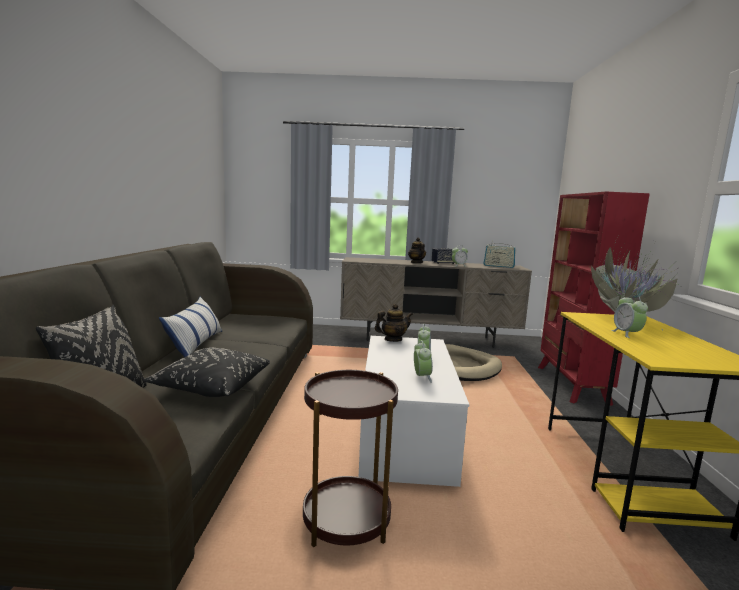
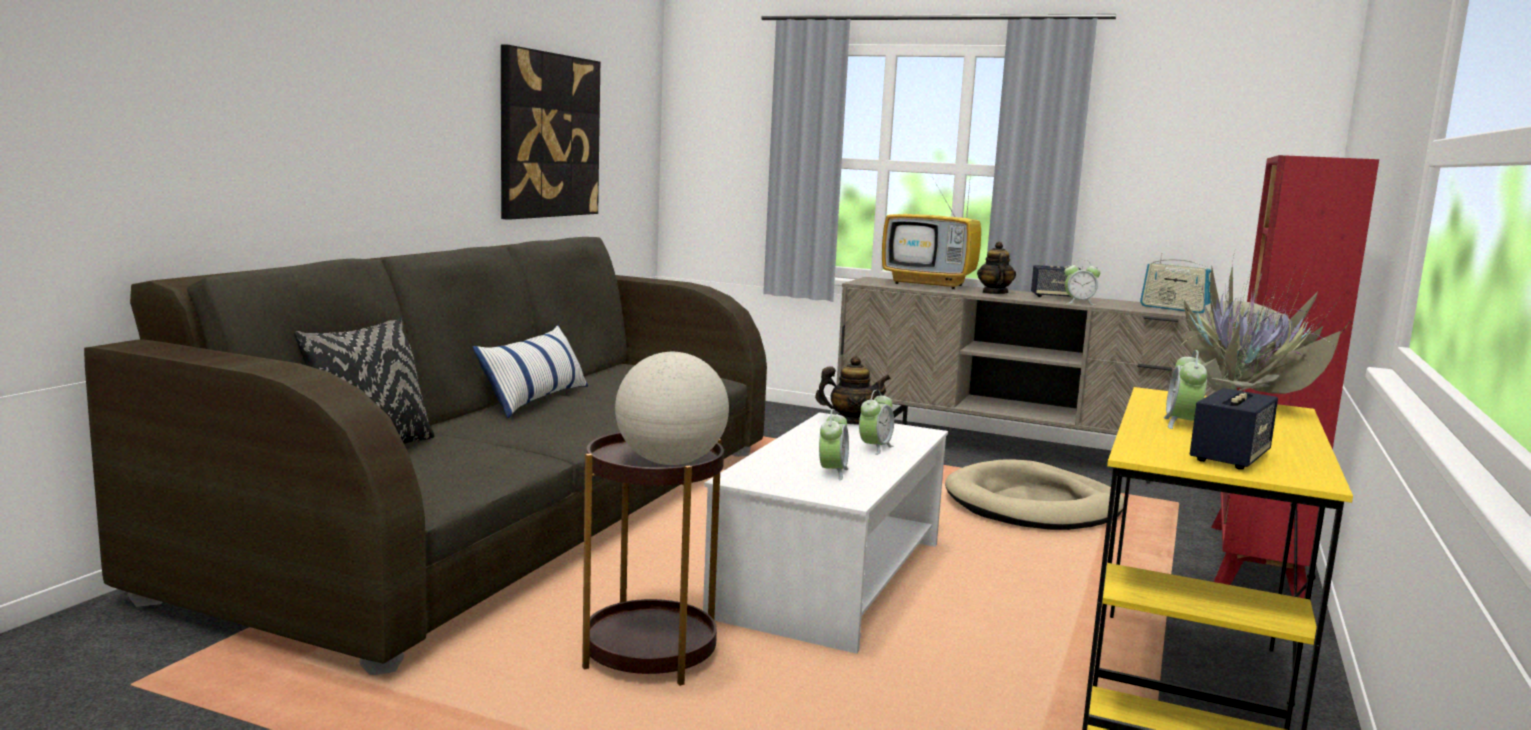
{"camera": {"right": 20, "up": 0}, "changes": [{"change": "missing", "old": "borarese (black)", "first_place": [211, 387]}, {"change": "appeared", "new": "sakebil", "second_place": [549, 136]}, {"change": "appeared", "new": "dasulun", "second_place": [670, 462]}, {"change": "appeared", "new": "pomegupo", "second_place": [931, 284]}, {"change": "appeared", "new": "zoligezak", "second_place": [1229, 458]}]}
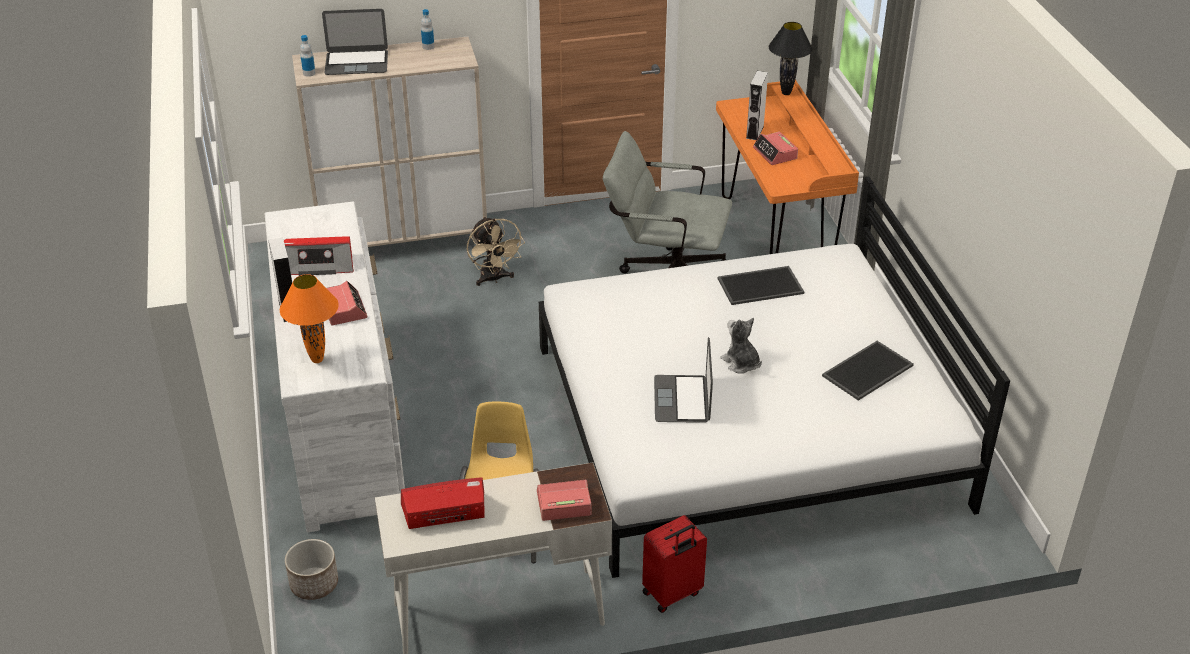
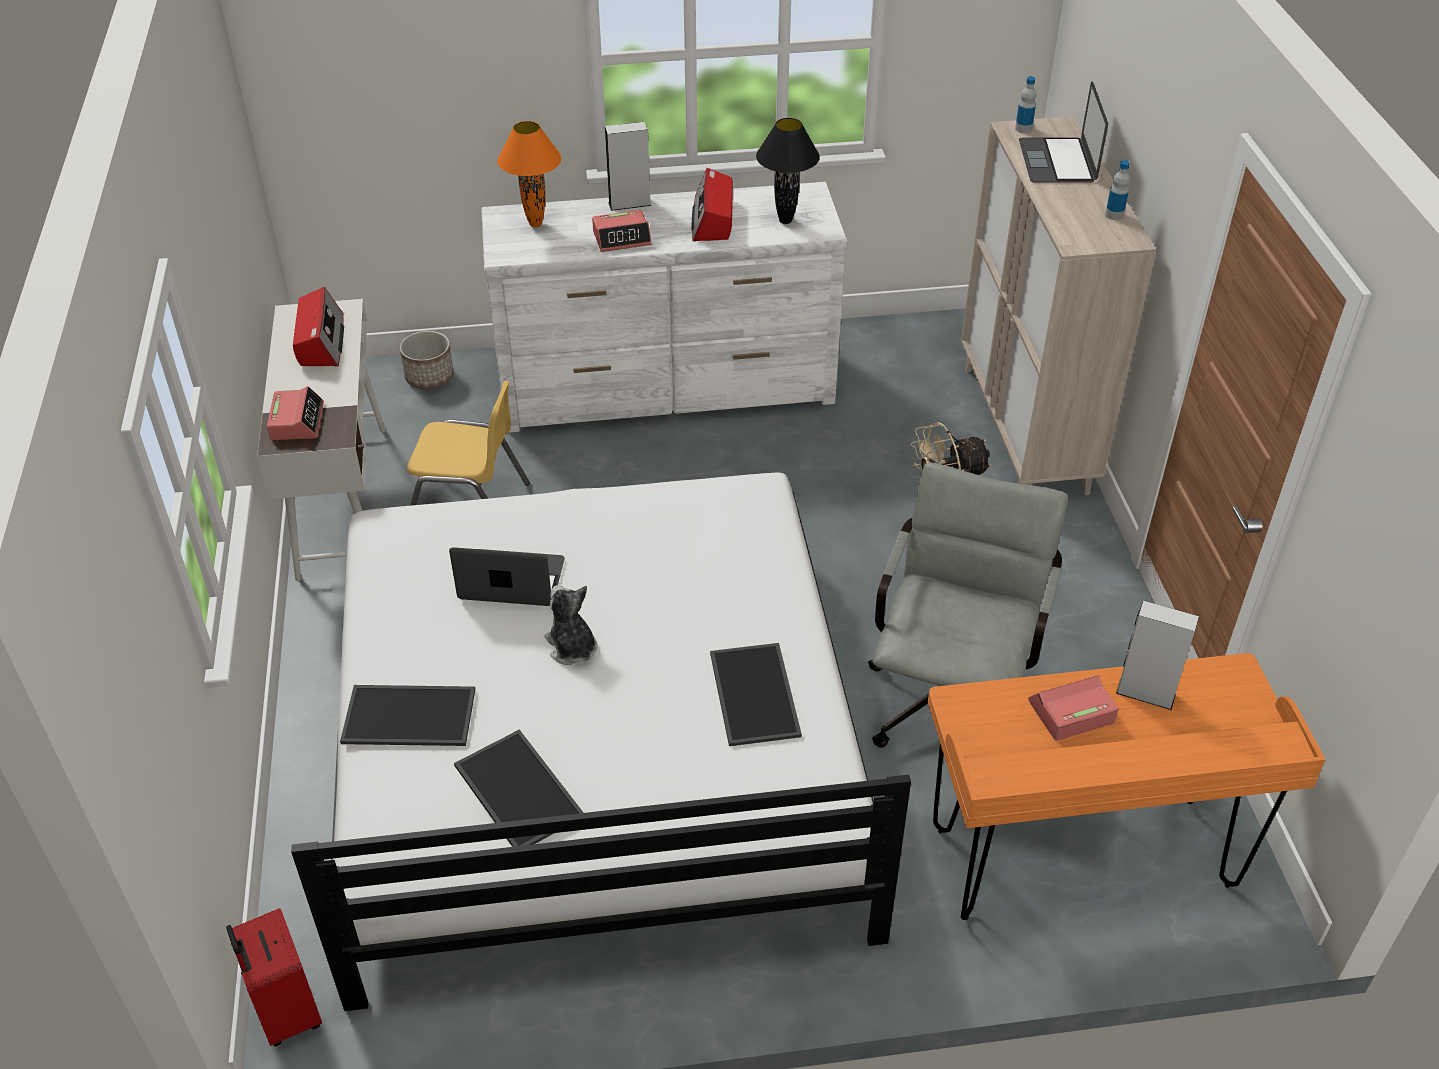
{"camera": {"right": 95, "up": 5}, "changes": [{"change": "appeared", "new": "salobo", "second_place": [410, 714]}, {"change": "relocated", "old": "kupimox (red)", "first_place": [672, 594], "second_place": [286, 1012]}, {"change": "relocated", "old": "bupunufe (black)", "first_place": [786, 93], "second_place": [785, 221]}, {"change": "spun", "old": "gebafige", "first_place": [741, 363], "second_place": [572, 647], "degrees": -90}]}
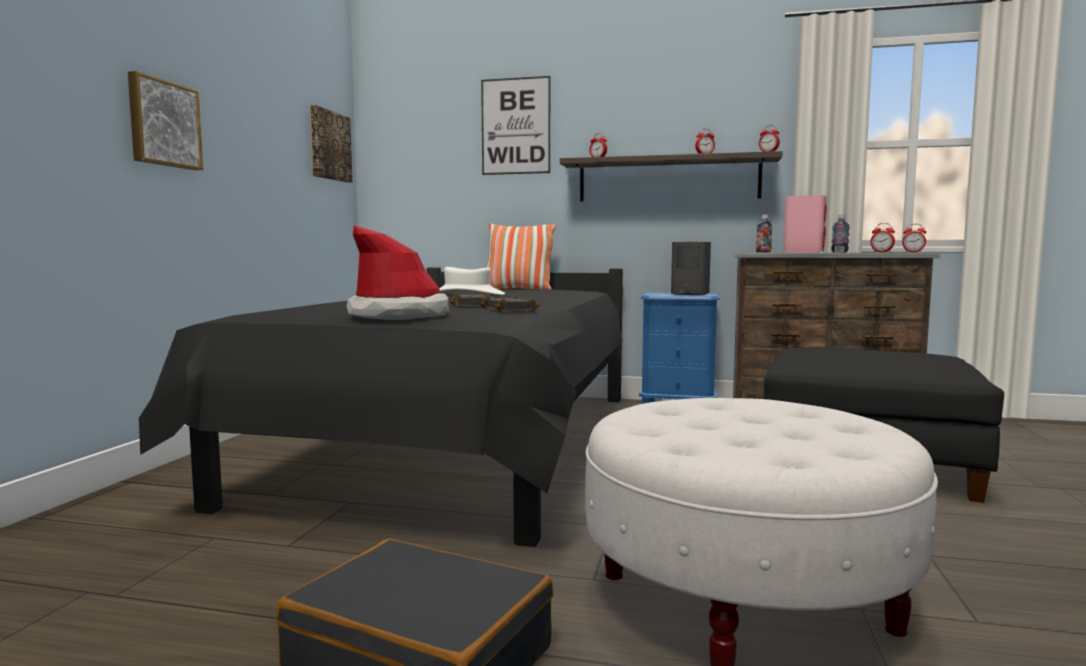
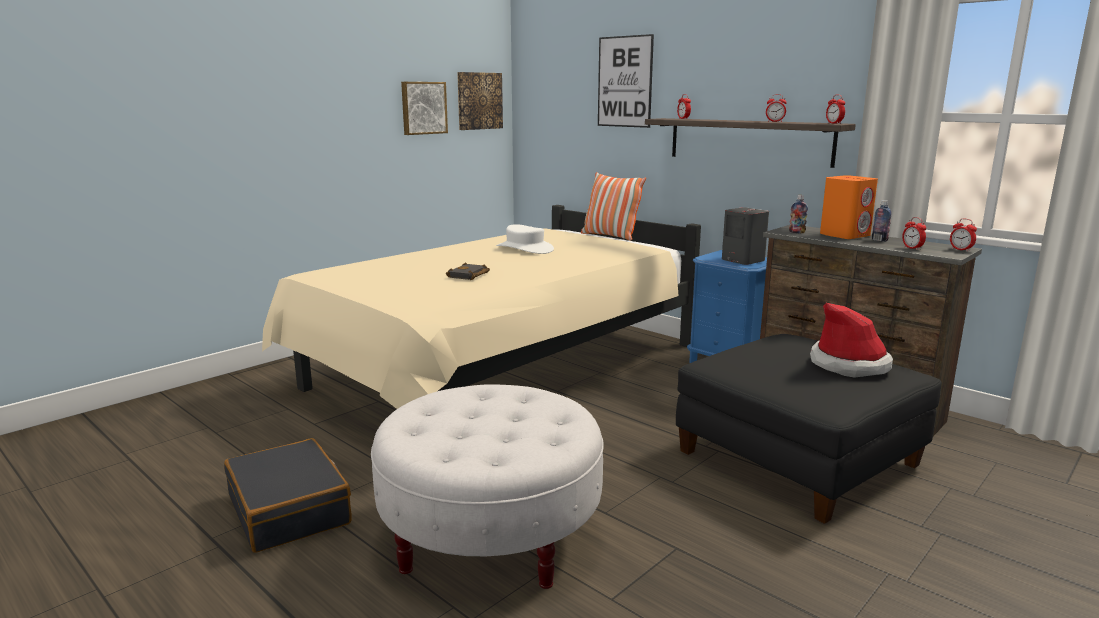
{"camera": {"right": 30, "up": 10}, "changes": [{"change": "missing", "old": "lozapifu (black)", "first_place": [511, 310]}, {"change": "relocated", "old": "sakebil", "first_place": [163, 124], "second_place": [423, 108]}, {"change": "relocated", "old": "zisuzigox", "first_place": [399, 316], "second_place": [849, 364]}, {"change": "colour", "old": "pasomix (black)", "new": "pasomix (beige)", "first_place": [459, 446], "second_place": [499, 369]}, {"change": "colour", "old": "zoligezak (pink)", "new": "zoligezak (orange)", "first_place": [803, 252], "second_place": [845, 235]}]}
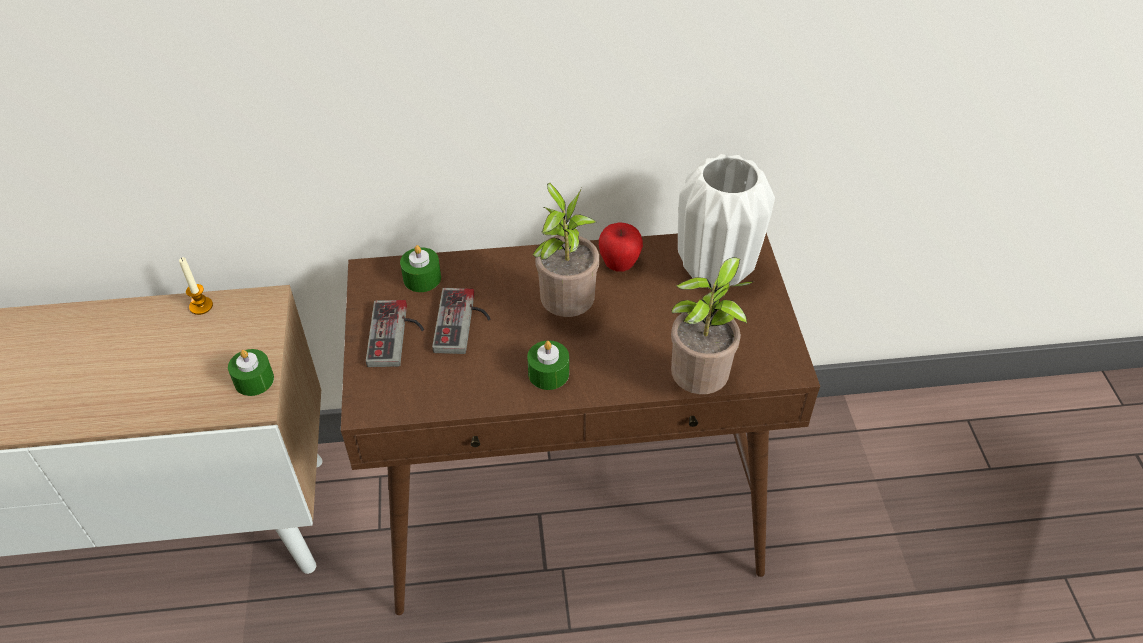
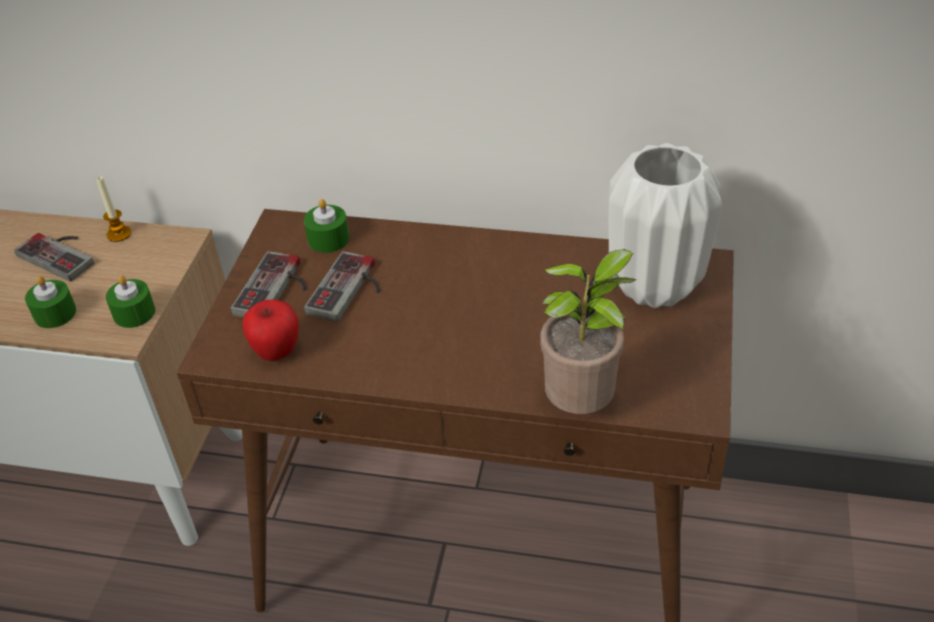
{"camera": {"right": 20, "up": -5}, "changes": [{"change": "missing", "old": "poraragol", "first_place": [566, 310]}, {"change": "appeared", "new": "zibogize", "second_place": [62, 254]}, {"change": "relocated", "old": "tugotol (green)", "first_place": [548, 373], "second_place": [55, 313]}, {"change": "relocated", "old": "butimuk", "first_place": [619, 264], "second_place": [277, 352]}]}
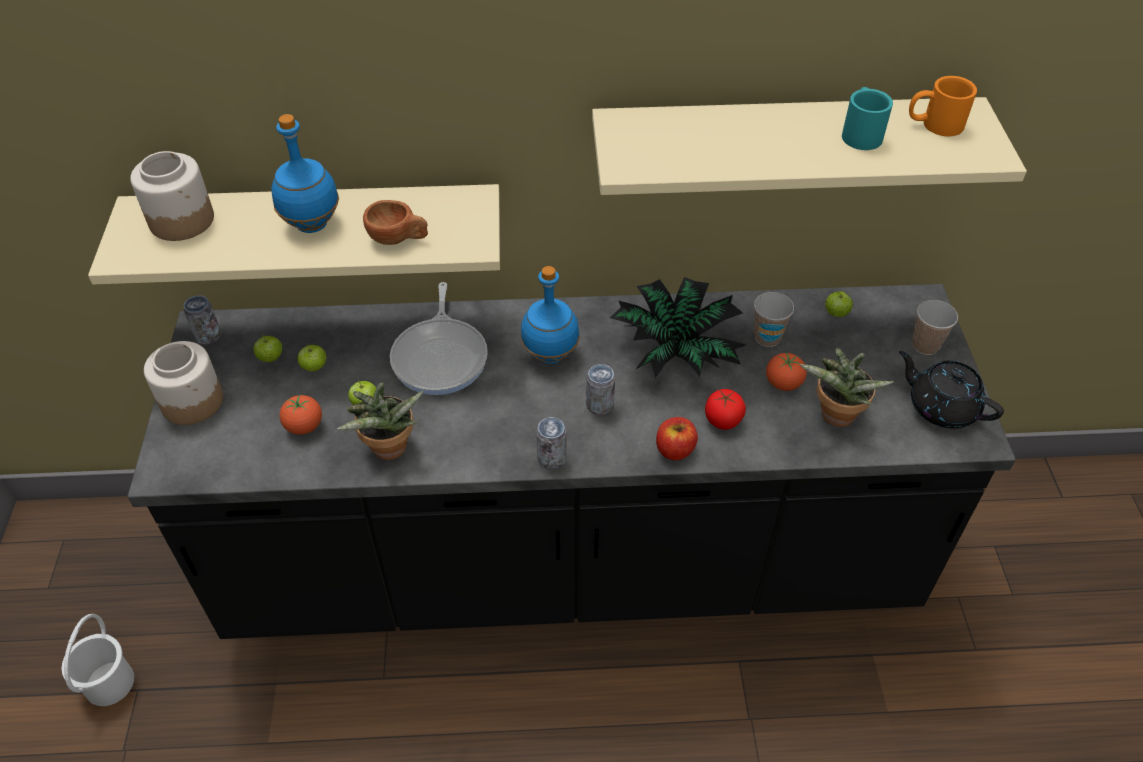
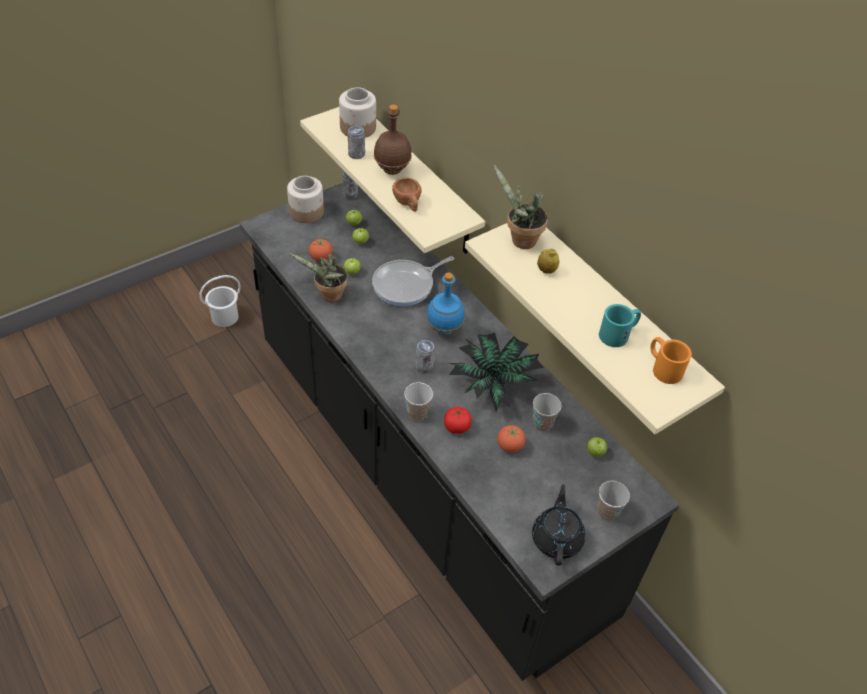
{"camera": {"right": 55, "up": 0}, "changes": [{"change": "appeared", "new": "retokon", "second_place": [546, 270]}, {"change": "relocated", "old": "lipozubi", "first_place": [551, 458], "second_place": [356, 154]}, {"change": "relocated", "old": "poraragol", "first_place": [835, 417], "second_place": [519, 240]}, {"change": "exchanged", "old": "butimuk", "new": "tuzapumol", "first_place": [675, 450], "second_place": [417, 413]}, {"change": "colour", "old": "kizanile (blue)", "new": "kizanile (brown)", "first_place": [313, 224], "second_place": [392, 170]}]}
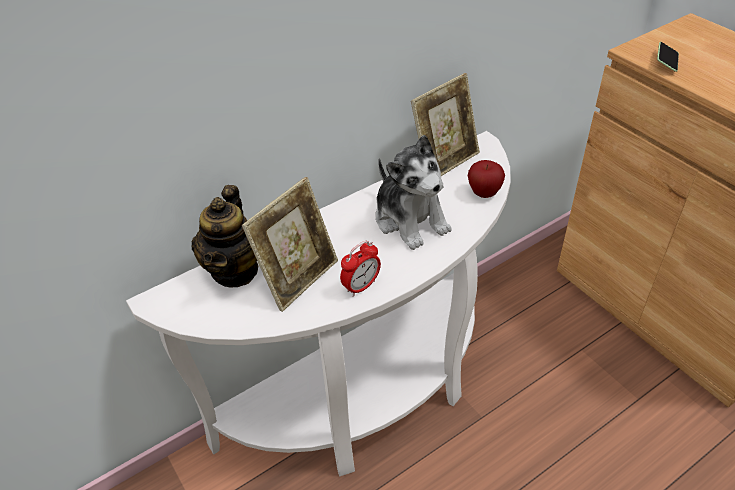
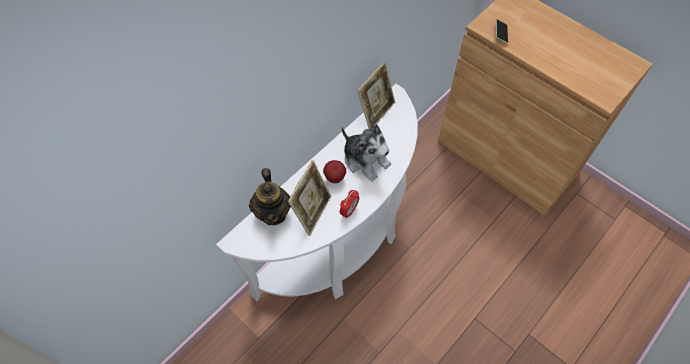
{"camera": {"right": -15, "up": 15}, "changes": [{"change": "relocated", "old": "butimuk", "first_place": [484, 193], "second_place": [334, 178]}]}
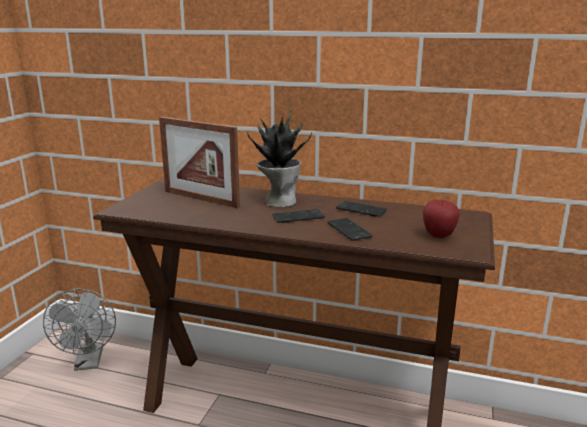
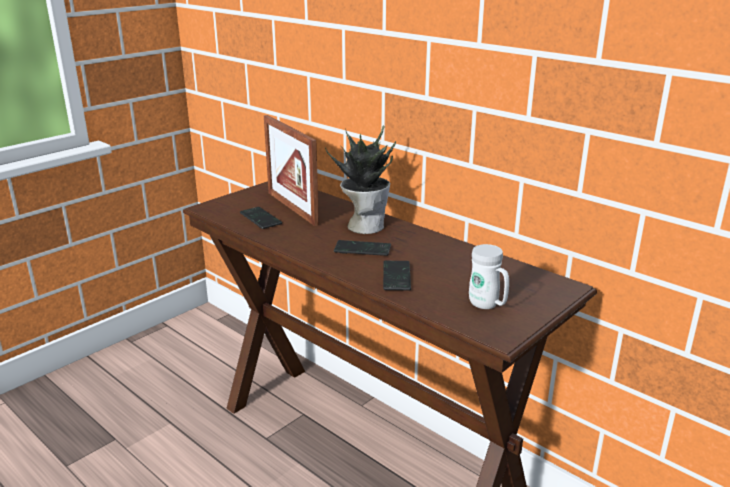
{"camera": {"right": 25, "up": 5}, "changes": [{"change": "missing", "old": "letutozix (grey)", "first_place": [89, 363]}, {"change": "relocated", "old": "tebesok", "first_place": [361, 210], "second_place": [260, 219]}, {"change": "exchanged", "old": "butimuk", "new": "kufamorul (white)", "first_place": [438, 236], "second_place": [487, 306]}]}
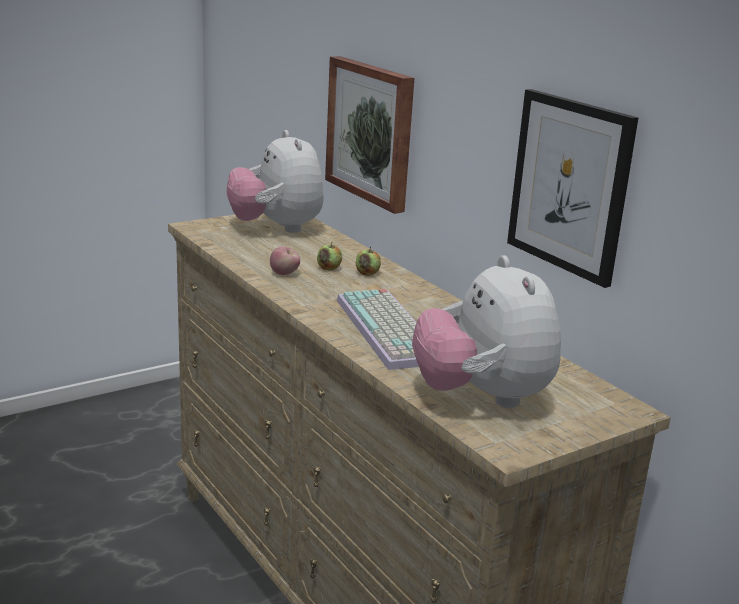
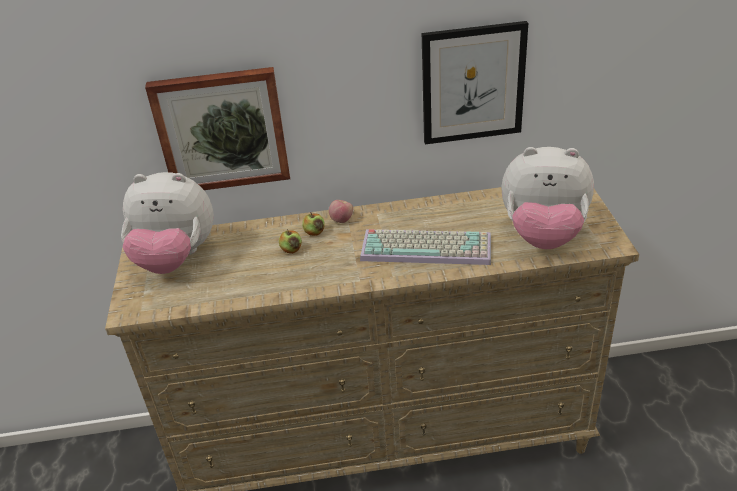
{"camera": {"right": -60, "up": 15}, "changes": [{"change": "relocated", "old": "butimuk", "first_place": [284, 274], "second_place": [341, 220]}]}
